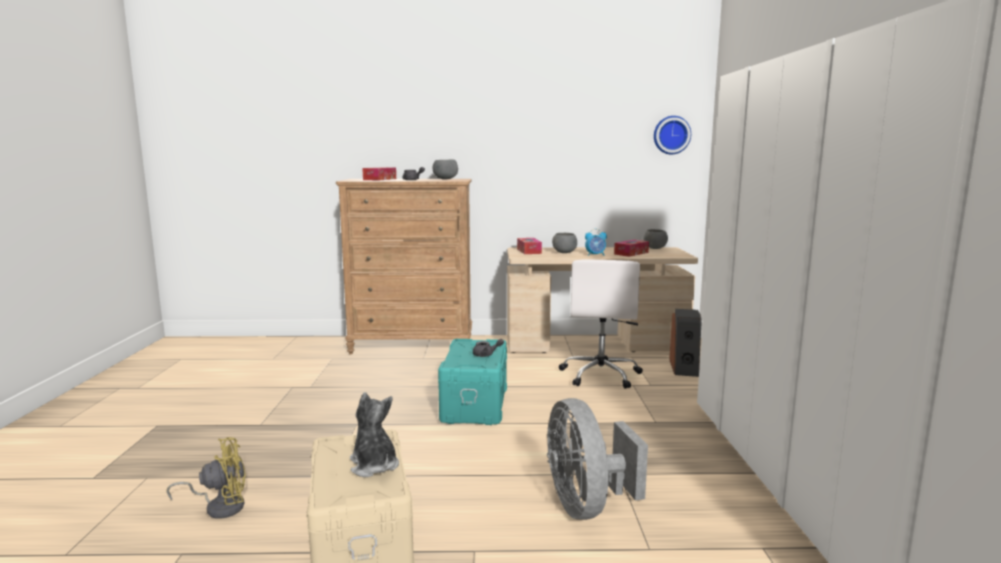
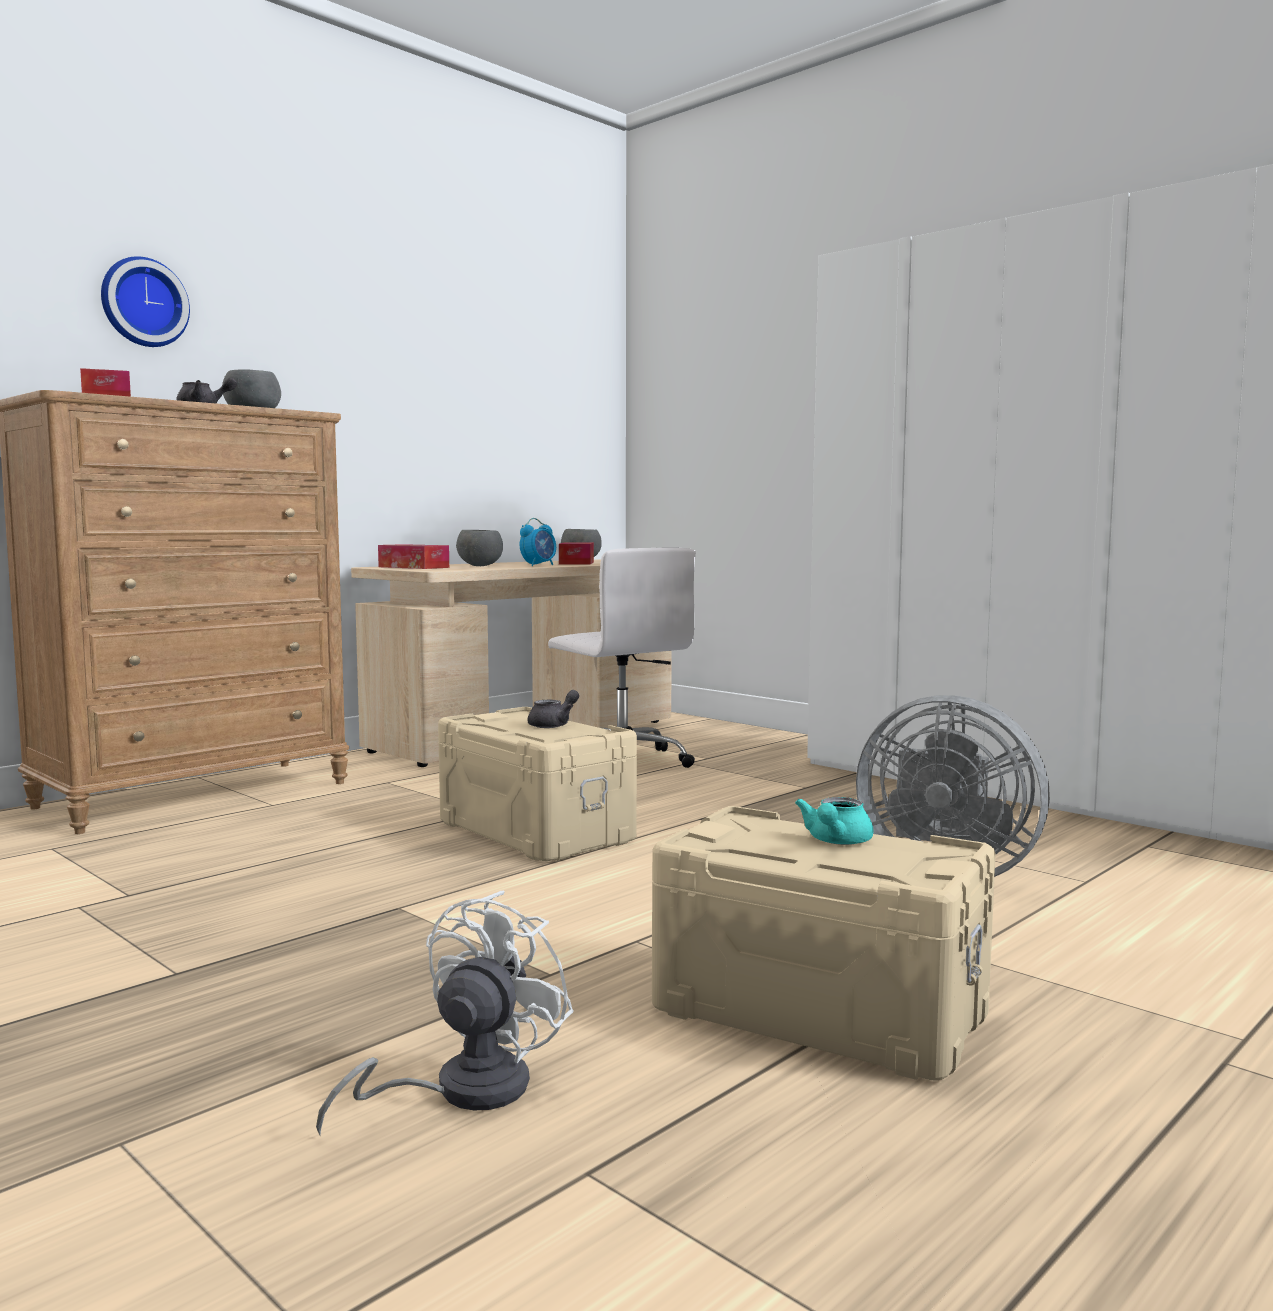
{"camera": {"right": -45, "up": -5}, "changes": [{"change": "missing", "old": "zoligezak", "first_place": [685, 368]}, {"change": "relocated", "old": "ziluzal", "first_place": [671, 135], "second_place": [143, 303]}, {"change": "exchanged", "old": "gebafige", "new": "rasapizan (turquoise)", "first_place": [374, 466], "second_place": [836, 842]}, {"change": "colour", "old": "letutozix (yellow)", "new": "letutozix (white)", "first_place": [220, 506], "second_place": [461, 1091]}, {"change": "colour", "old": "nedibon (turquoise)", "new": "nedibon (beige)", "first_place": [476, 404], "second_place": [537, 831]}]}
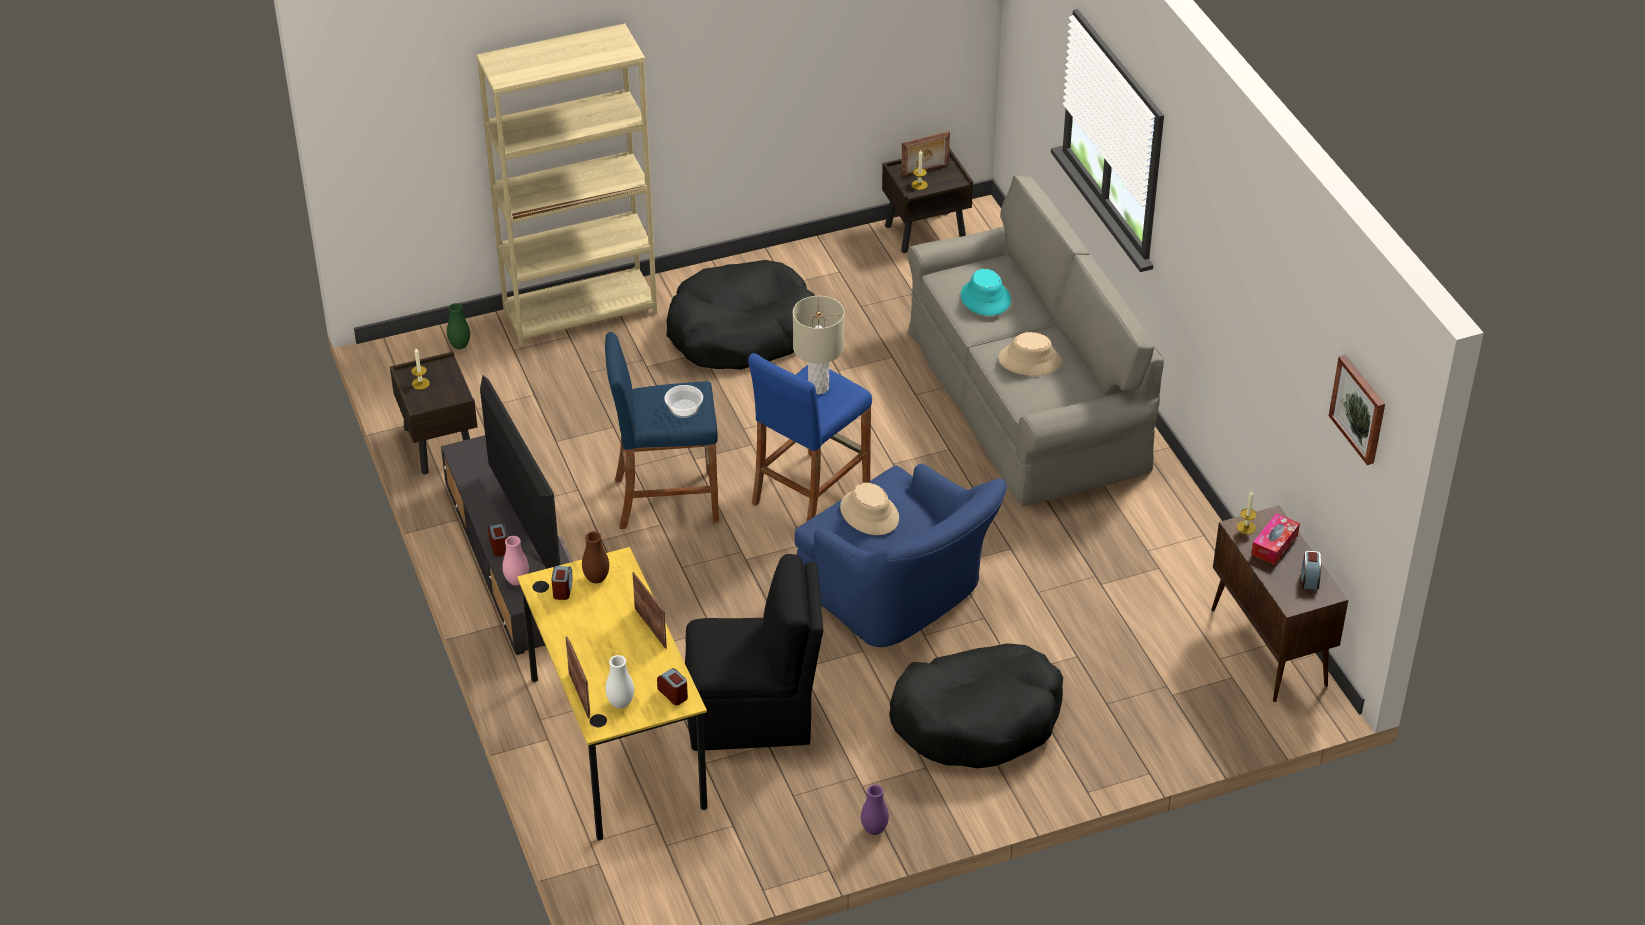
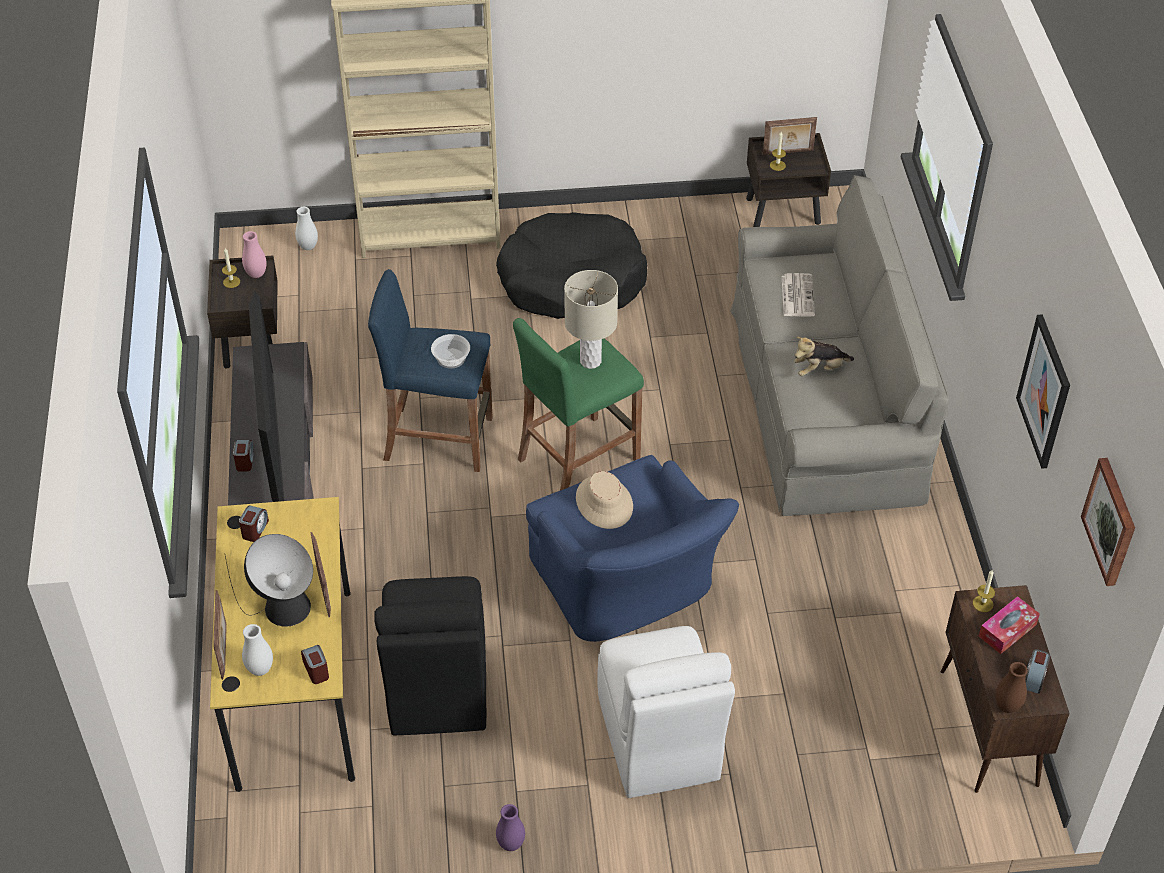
{"camera": {"right": 15, "up": 5}, "changes": [{"change": "appeared", "new": "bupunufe", "second_place": [280, 605]}, {"change": "appeared", "new": "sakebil", "second_place": [1044, 391]}, {"change": "relocated", "old": "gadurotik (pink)", "first_place": [517, 581], "second_place": [256, 274]}, {"change": "relocated", "old": "gadurotik (brown)", "first_place": [596, 579], "second_place": [1007, 706]}, {"change": "exchanged", "old": "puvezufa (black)", "new": "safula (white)", "first_place": [977, 719], "second_place": [658, 742]}, {"change": "exchanged", "old": "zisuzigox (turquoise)", "new": "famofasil", "first_place": [985, 298], "second_place": [797, 295]}, {"change": "exchanged", "old": "zisuzigox (beige)", "new": "gebafige", "first_place": [1030, 360], "second_place": [819, 369]}, {"change": "colour", "old": "gadurotik (green)", "new": "gadurotik (white)", "first_place": [460, 346], "second_place": [308, 247]}, {"change": "colour", "old": "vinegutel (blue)", "new": "vinegutel (green)", "first_place": [810, 493], "second_place": [578, 459]}, {"change": "spun", "old": "safula (black)", "first_place": [753, 715], "second_place": [437, 687], "degrees": 75}]}
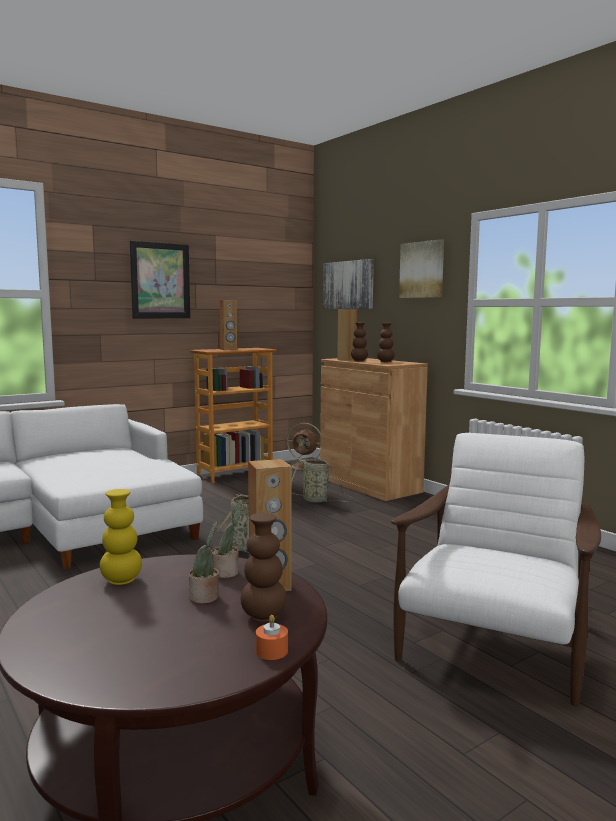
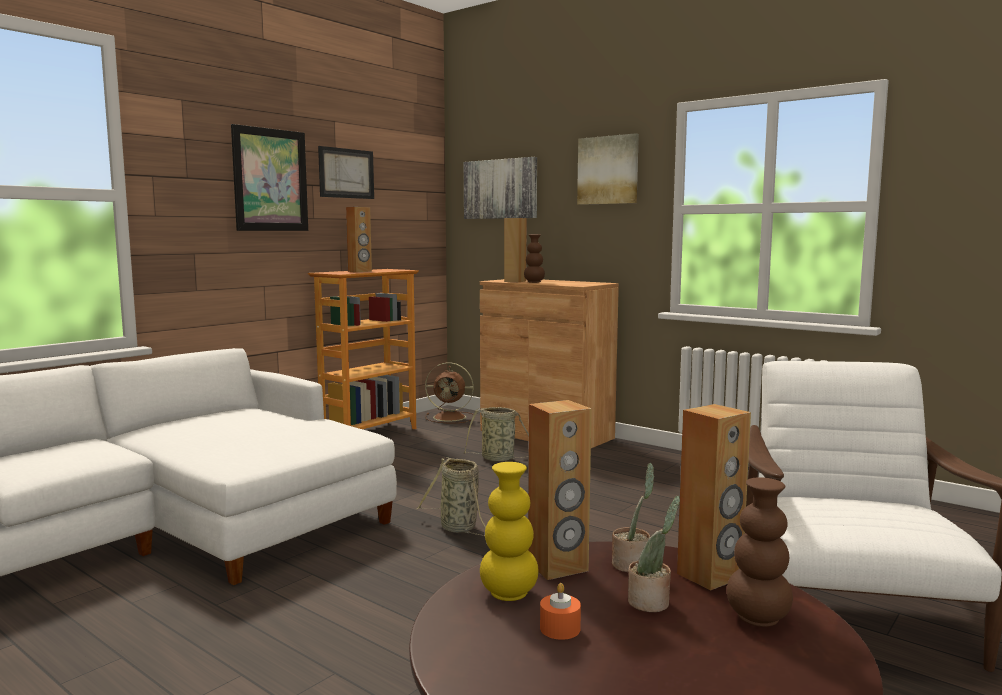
{"camera": {"right": -15, "up": 0}, "changes": [{"change": "missing", "old": "gadurotik (brown)", "first_place": [385, 362]}, {"change": "appeared", "new": "sakebil", "second_place": [346, 173]}, {"change": "appeared", "new": "zoligezak (brown)", "second_place": [558, 567]}, {"change": "relocated", "old": "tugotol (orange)", "first_place": [271, 651], "second_place": [560, 628]}]}
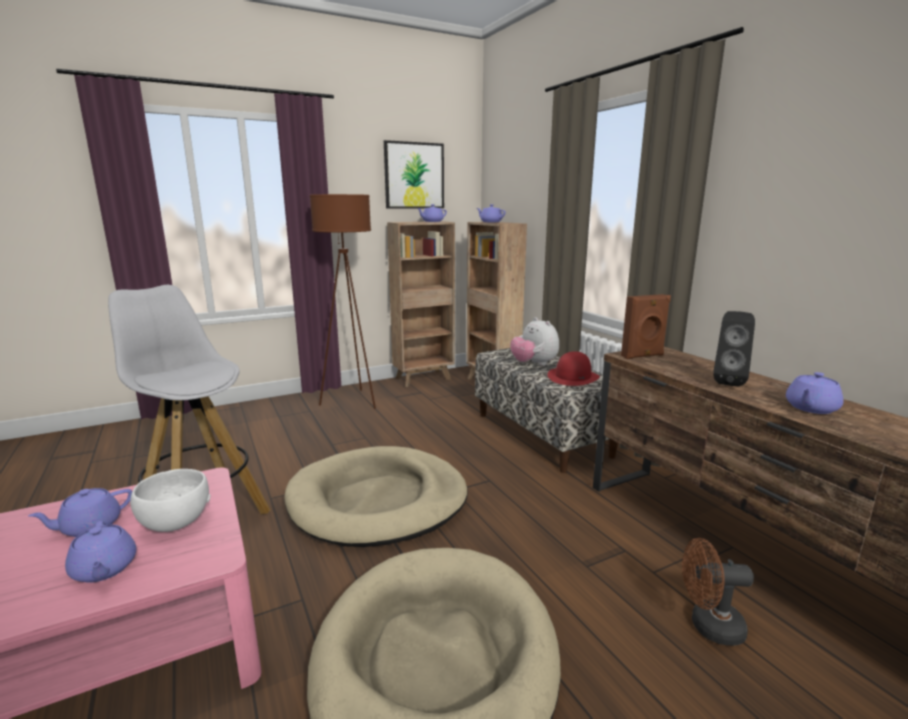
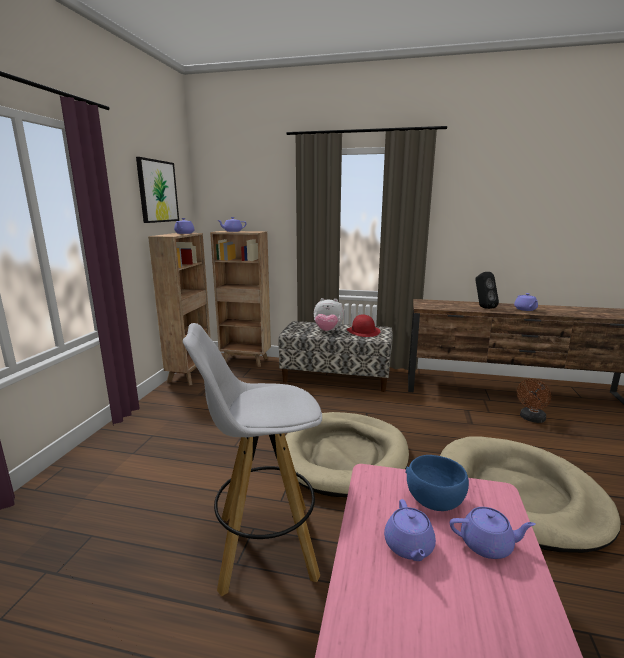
{"camera": {"right": -50, "up": 0}, "changes": [{"change": "missing", "old": "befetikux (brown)", "first_place": [352, 401]}, {"change": "missing", "old": "zoligezak (brown)", "first_place": [643, 356]}, {"change": "colour", "old": "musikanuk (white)", "new": "musikanuk (blue)", "first_place": [175, 522], "second_place": [434, 501]}]}
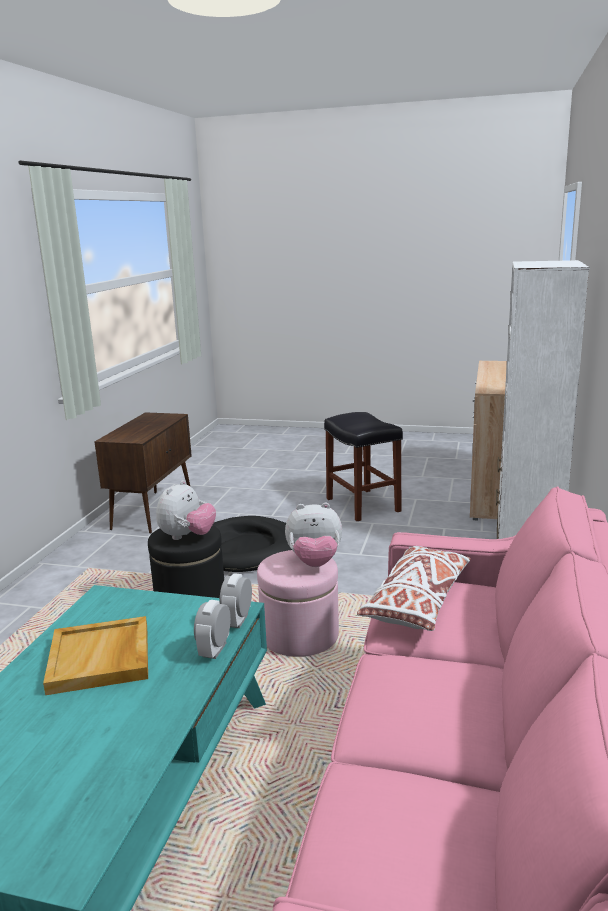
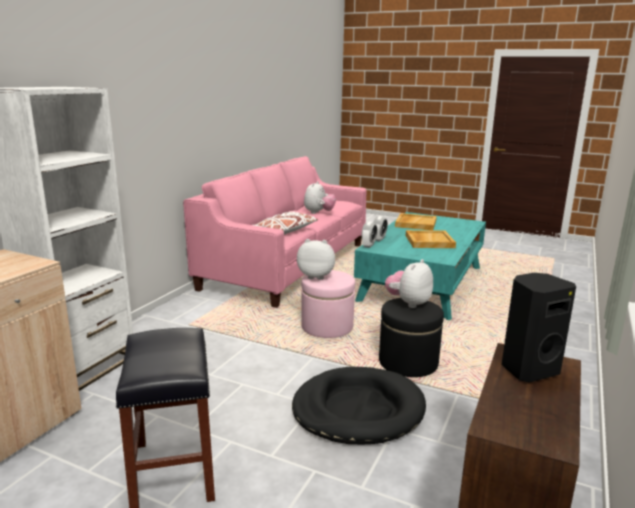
{"camera": {"right": -170, "up": 0}, "changes": [{"change": "appeared", "new": "gebafige", "second_place": [318, 213]}, {"change": "appeared", "new": "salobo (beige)", "second_place": [415, 223]}, {"change": "appeared", "new": "zoligezak (black)", "second_place": [528, 369]}]}
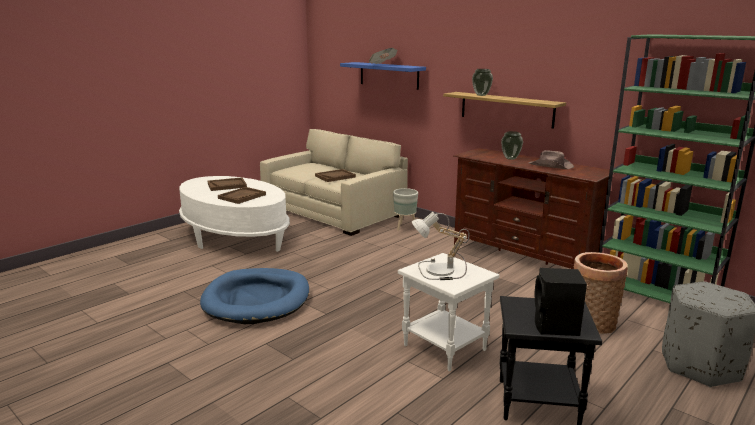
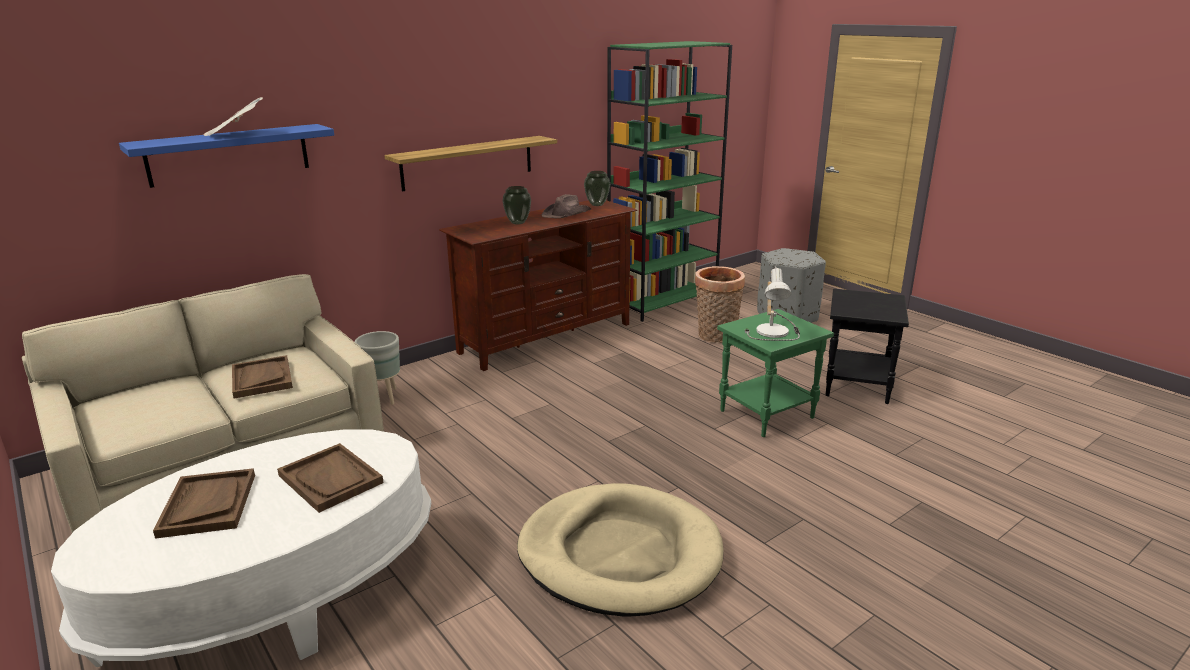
{"camera": {"right": -80, "up": 5}, "changes": [{"change": "missing", "old": "zoligezak (black)", "first_place": [556, 327]}, {"change": "relocated", "old": "gadurotik", "first_place": [481, 95], "second_place": [597, 205]}, {"change": "colour", "old": "puvezufa (blue)", "new": "puvezufa (beige)", "first_place": [257, 300], "second_place": [619, 554]}, {"change": "colour", "old": "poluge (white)", "new": "poluge (green)", "first_place": [446, 347], "second_place": [766, 413]}]}
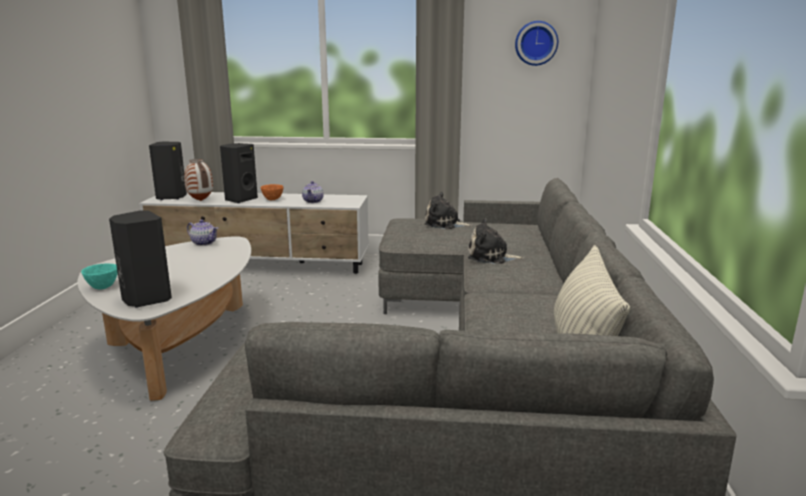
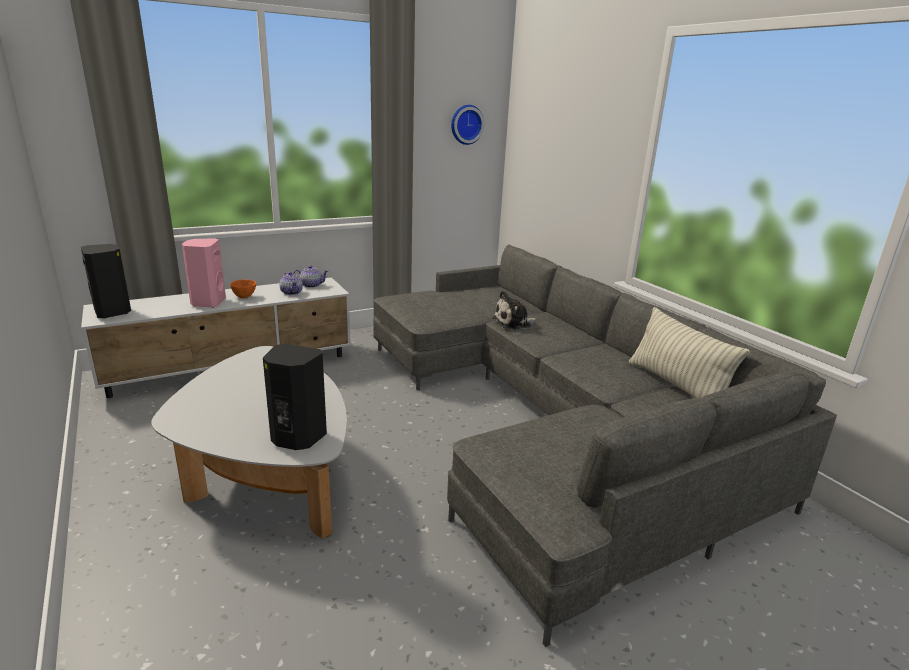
{"camera": {"right": -35, "up": 5}, "changes": [{"change": "missing", "old": "musikanuk (turquoise)", "first_place": [102, 287]}, {"change": "missing", "old": "gadurotik", "first_place": [201, 201]}, {"change": "missing", "old": "gebafige", "first_place": [444, 224]}, {"change": "relocated", "old": "rasapizan", "first_place": [204, 243], "second_place": [311, 285]}, {"change": "colour", "old": "zoligezak (black)", "new": "zoligezak (pink)", "first_place": [240, 200], "second_place": [207, 303]}]}
